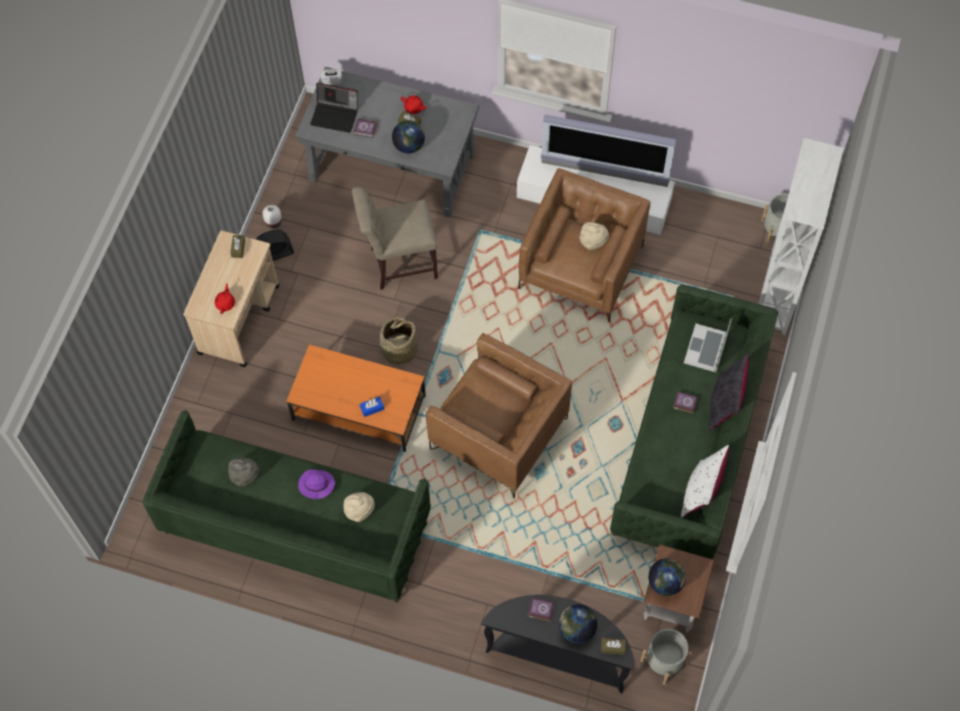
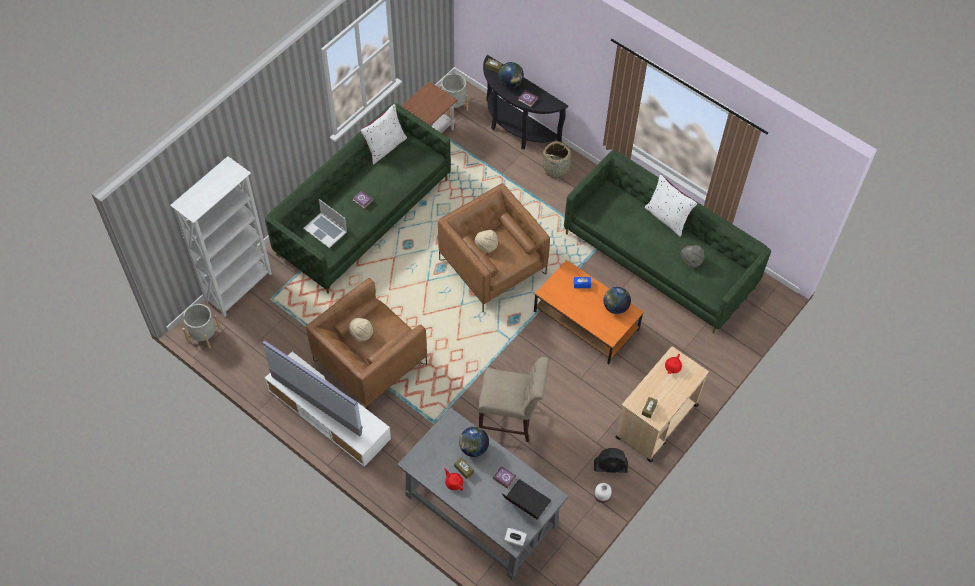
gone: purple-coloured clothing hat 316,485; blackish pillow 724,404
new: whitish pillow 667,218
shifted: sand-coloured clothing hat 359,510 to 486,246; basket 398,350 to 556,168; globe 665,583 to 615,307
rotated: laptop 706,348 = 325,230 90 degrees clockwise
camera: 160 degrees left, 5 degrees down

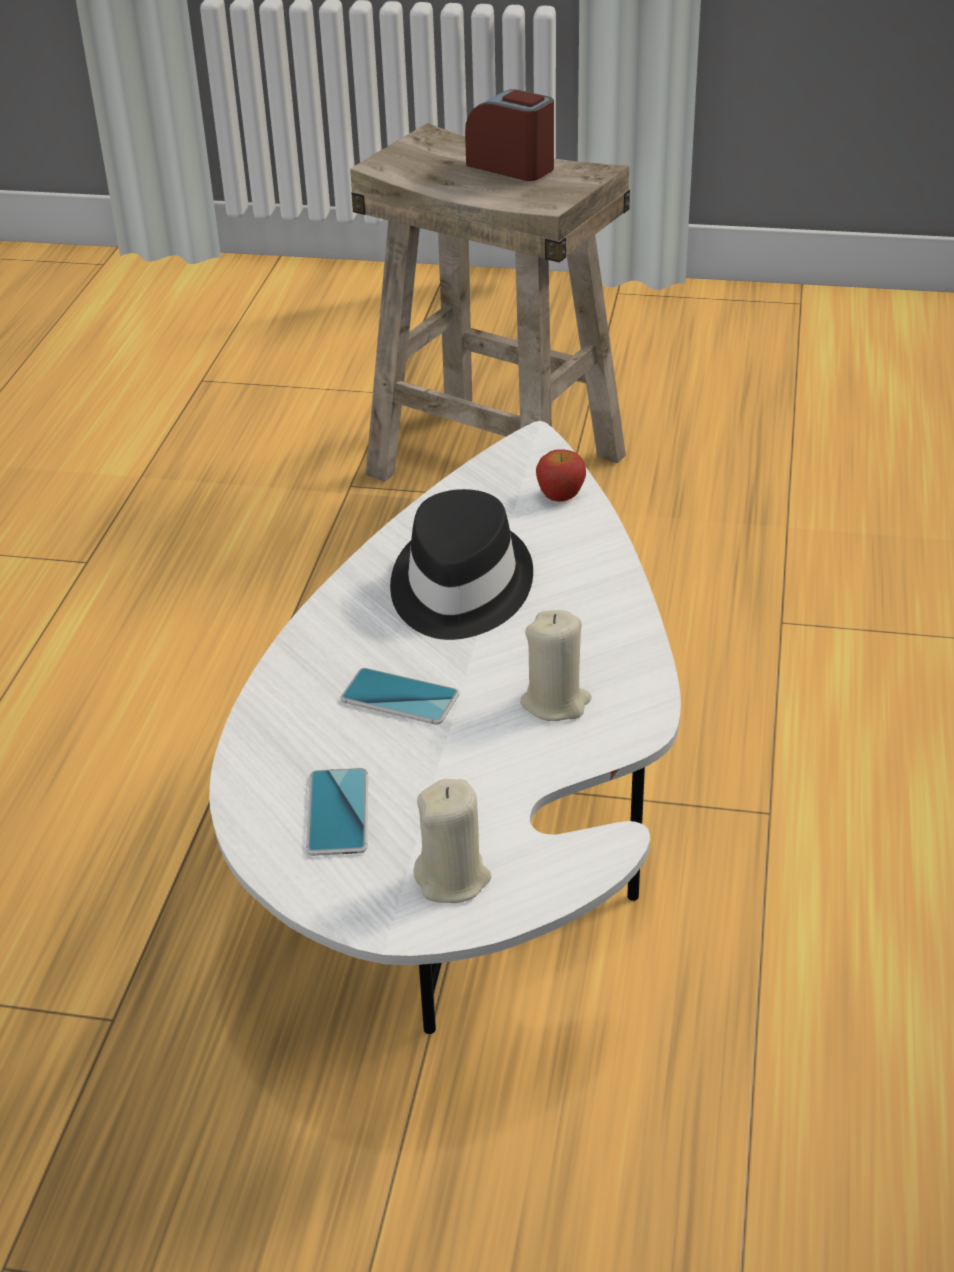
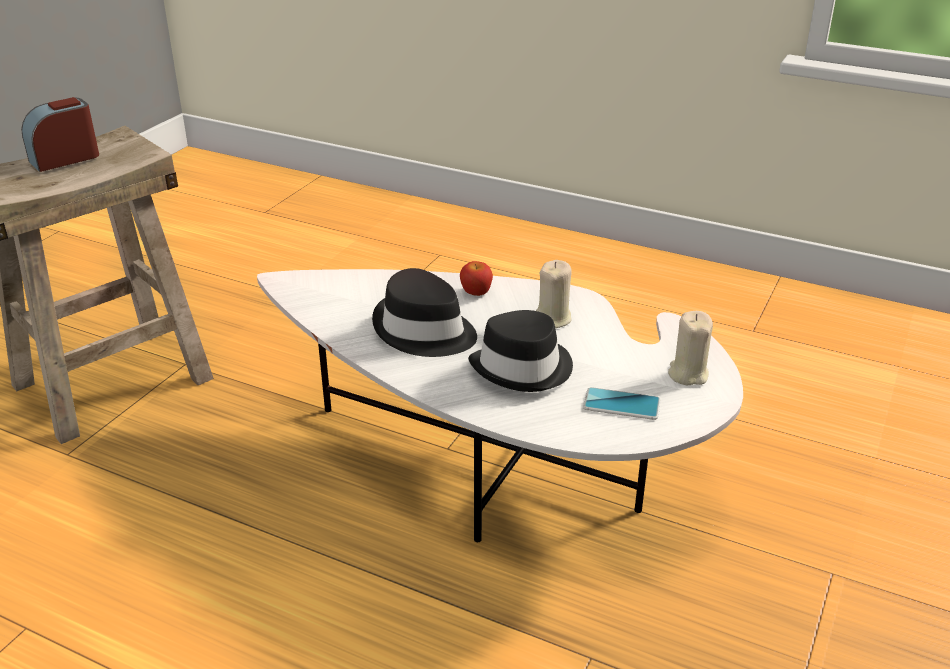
shifted: apple 560,495 to 476,292
swapped: handset 399,698 to blackish clothing hat 523,368
camera: 75 degrees left, 5 degrees down

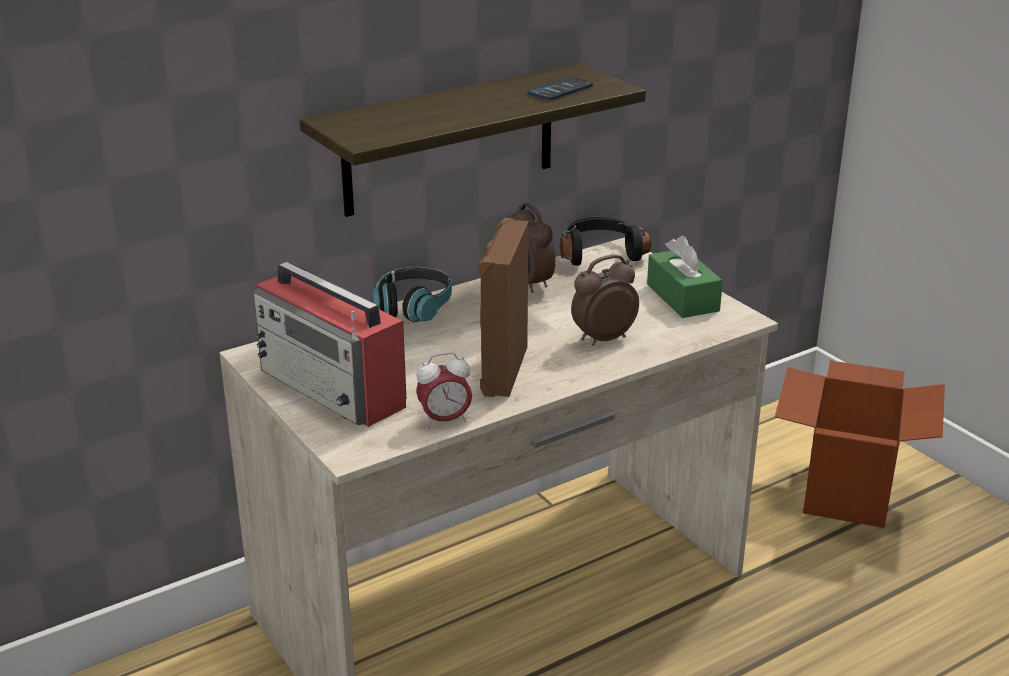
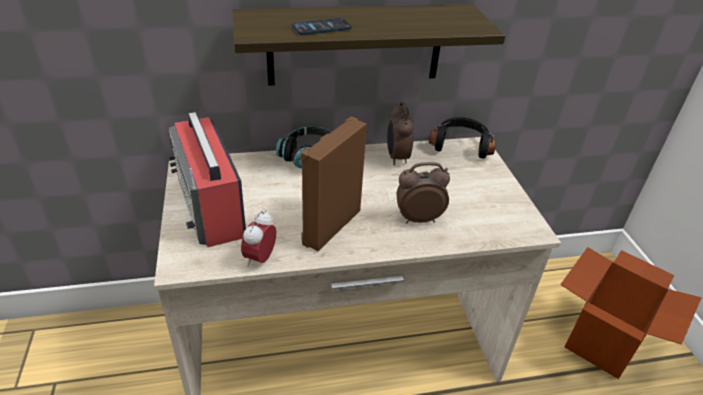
gone: green tissue holder 682,298
shifted: handset 560,90 to 321,28
rotated: bedside clock 444,420 = 260,258 105 degrees clockwise
camera: 20 degrees right, 10 degrees up

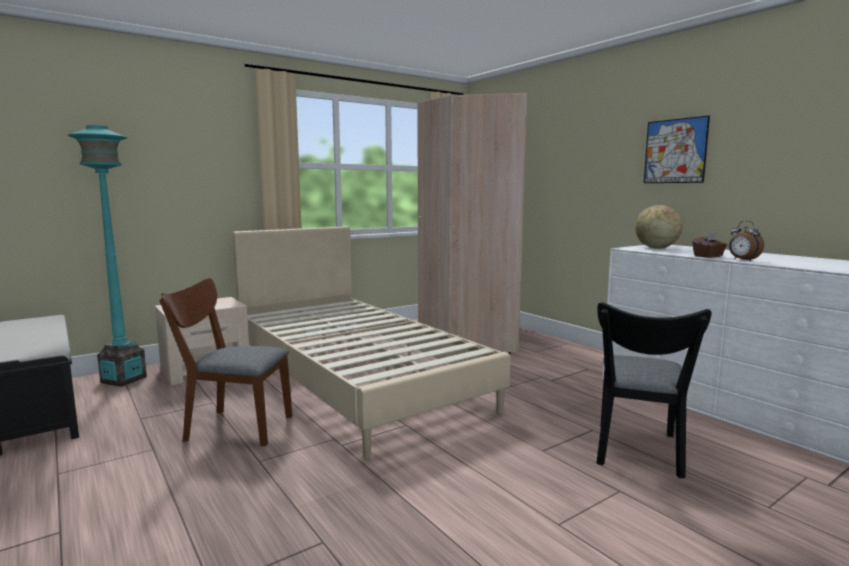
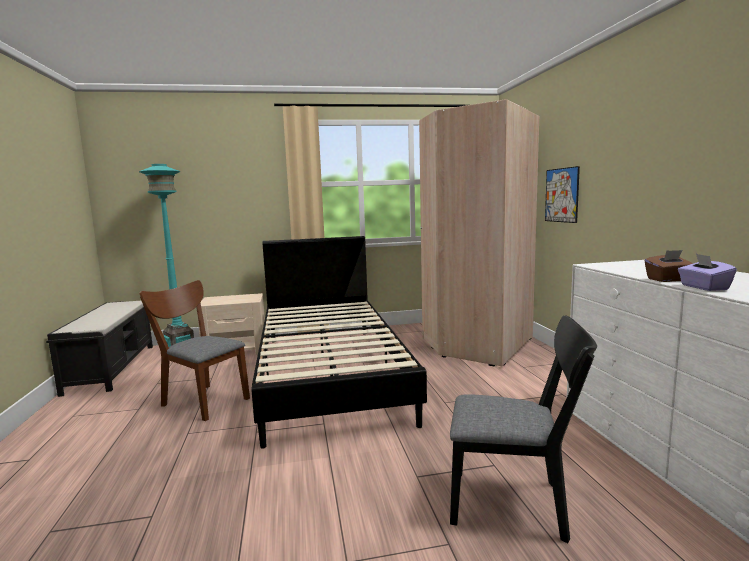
gone: globe 656,248
shifted: wall art 675,151 to 561,195
swapped: bedside clock 743,260 to purple-coloured tissue holder 703,287
repainted: sand-coloured bedroom bed 354,379 to blackish bedroom bed 328,373
rotated: blackish chair 637,453 = 517,504 120 degrees counterclockwise
camera: 25 degrees right, 0 degrees up

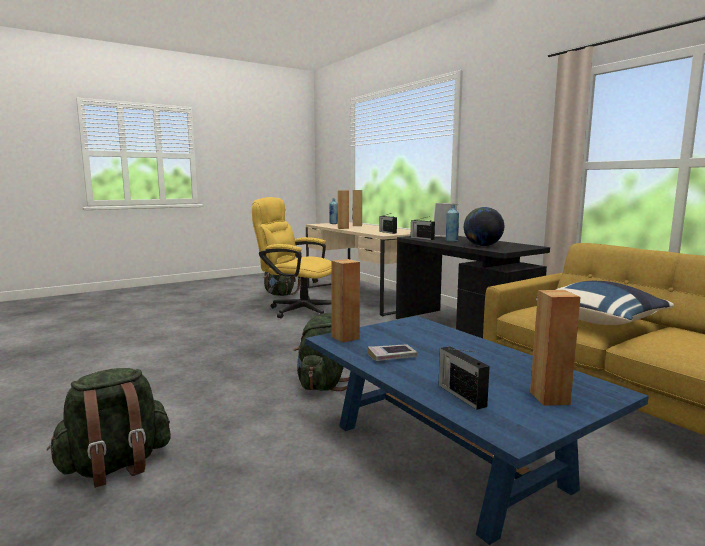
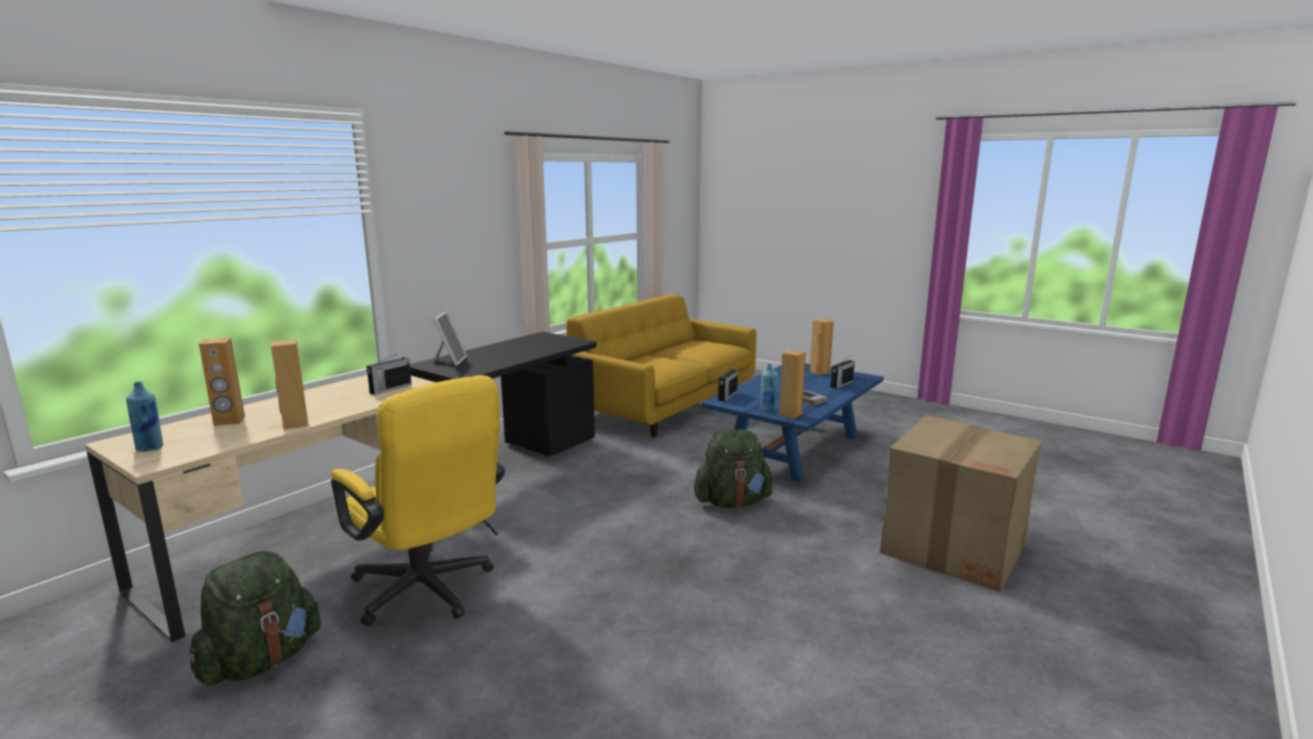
gone: globe 482,246; blue-coloured pillow 602,321
shifted: radio 421,238 to 727,396; blue-coloured bottle 451,241 to 768,409
swapped: green knapsack 116,466 to carton 954,547
rotated: yellowish desk chair 297,310 = 428,593 45 degrees counterclockwise
camera: 110 degrees left, 5 degrees up

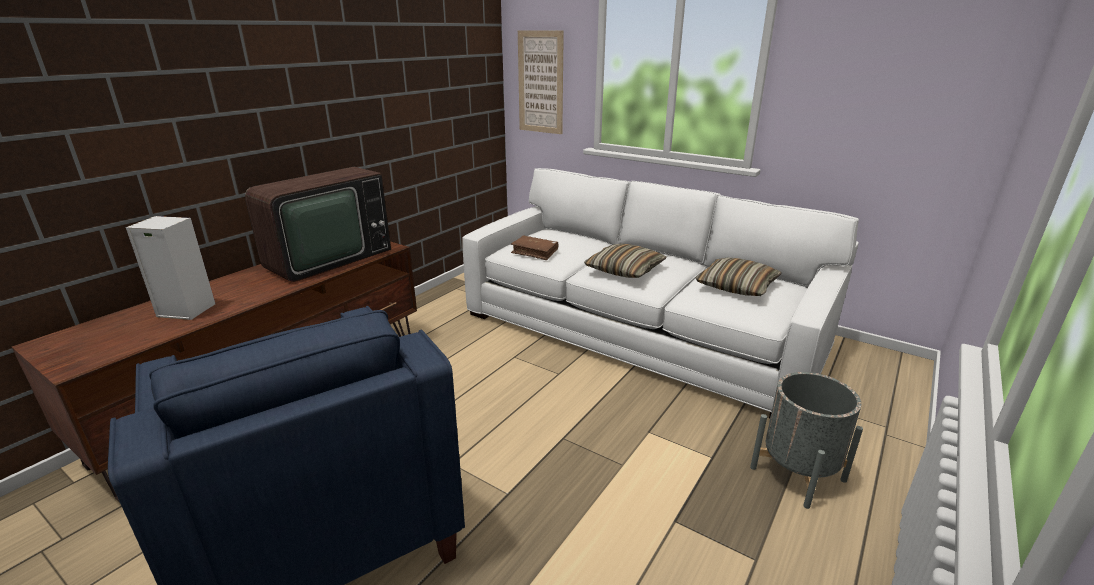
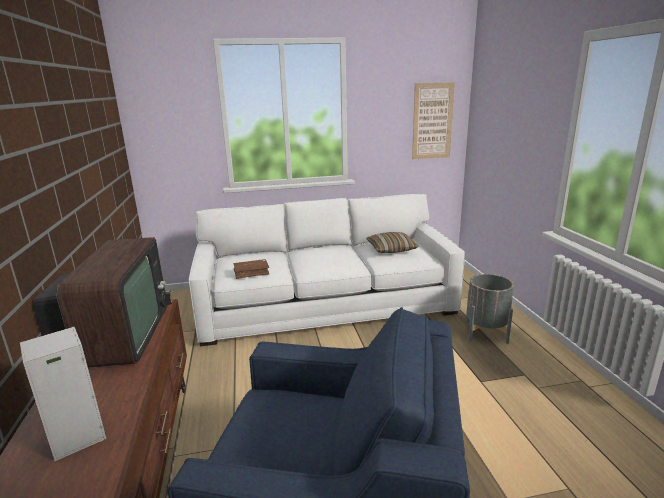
gone: pillow 625,270
shifted: wall art 540,82 to 432,121
camera: 45 degrees left, 5 degrees down

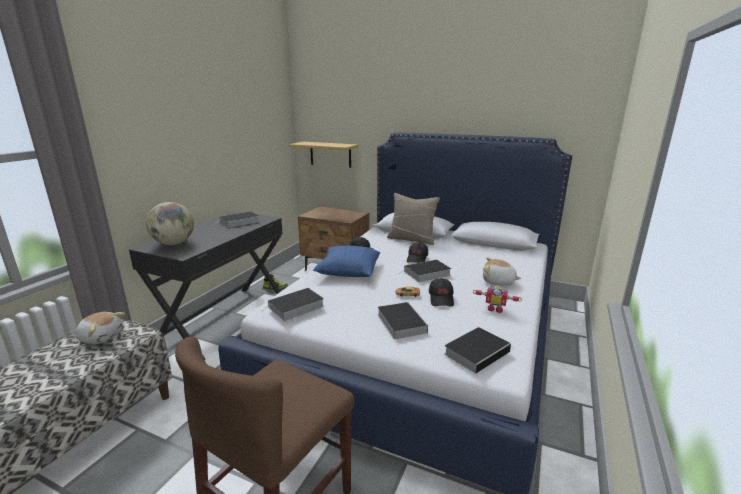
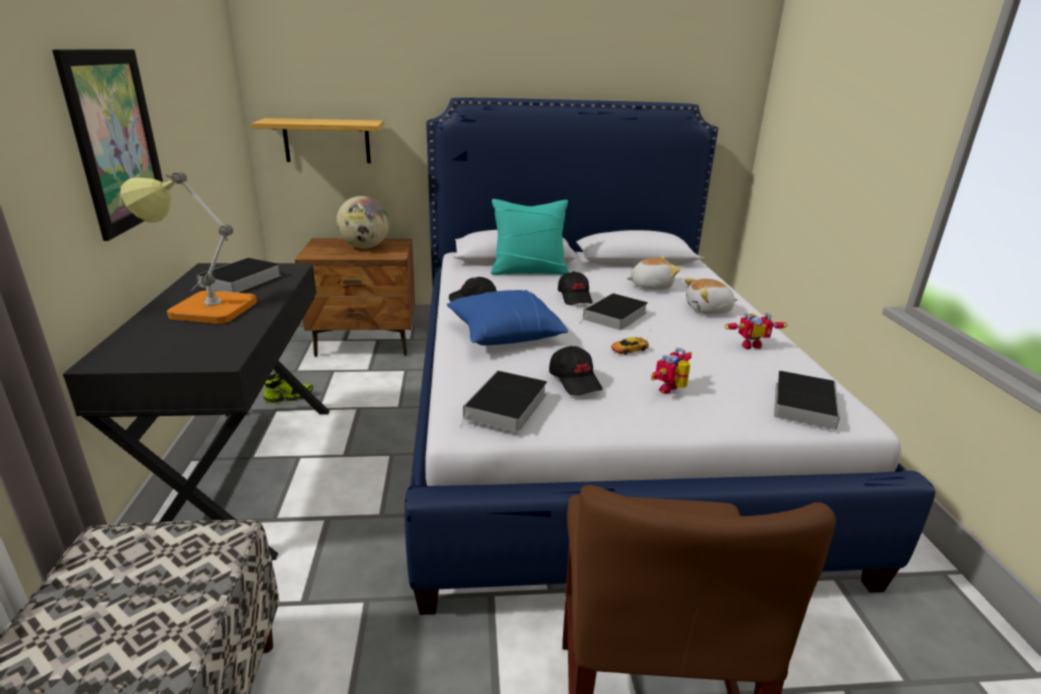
new: wall art 116,141; tabletop lamp 203,308
shifted: plush toy 101,337 to 650,286; globe 174,243 to 365,247; blackish peaked cap 441,299 to 575,381
swapped: book 400,322 to model robot 672,390
repainted: sand-coloured pillow 412,239 to turquoise pillow 529,271
camera: 30 degrees left, 5 degrees up

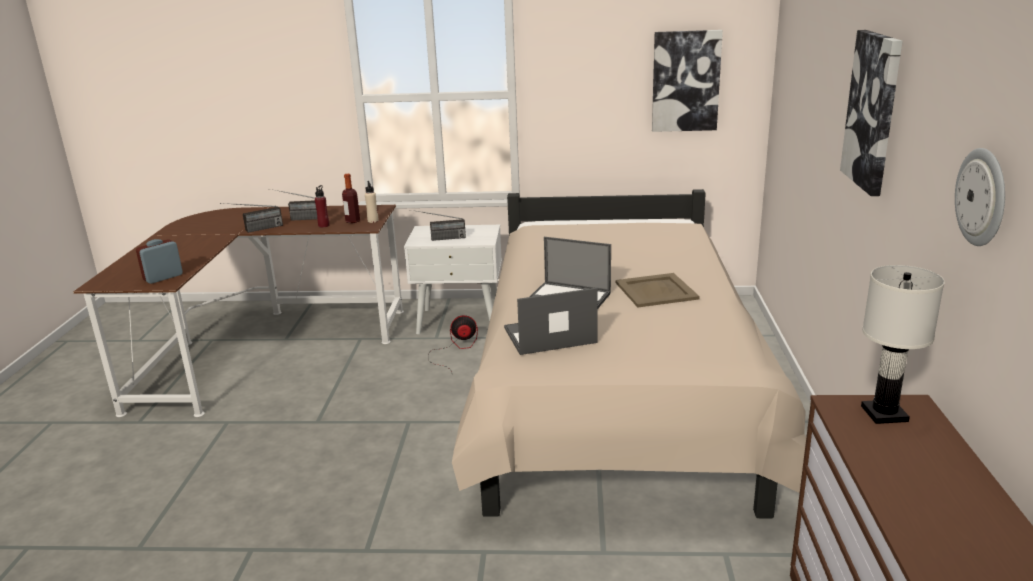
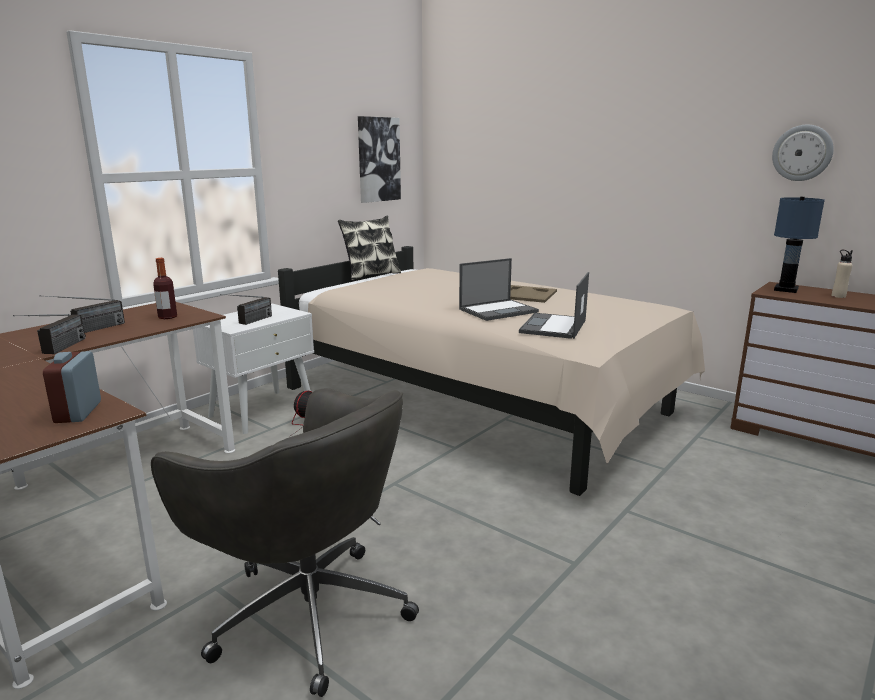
gone: red bottle 324,225; wall art 873,111
new: gray desk chair 306,610; pillow 371,275
shifted: sand-coloured bottle 373,221 to 838,296
repainted: whitish tabletop lamp 884,413 to blue-coloured tabletop lamp 785,289
camera: 55 degrees left, 5 degrees down

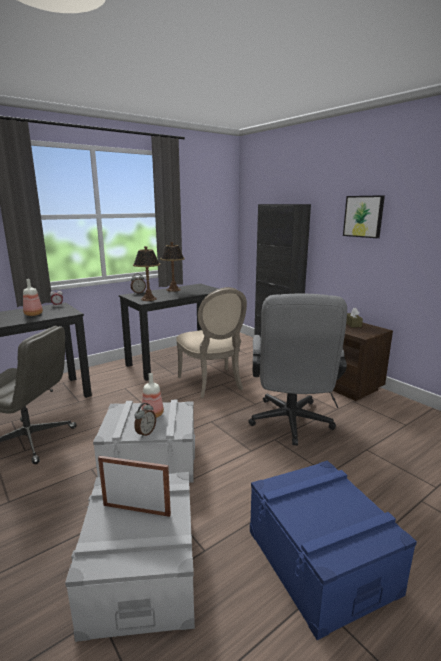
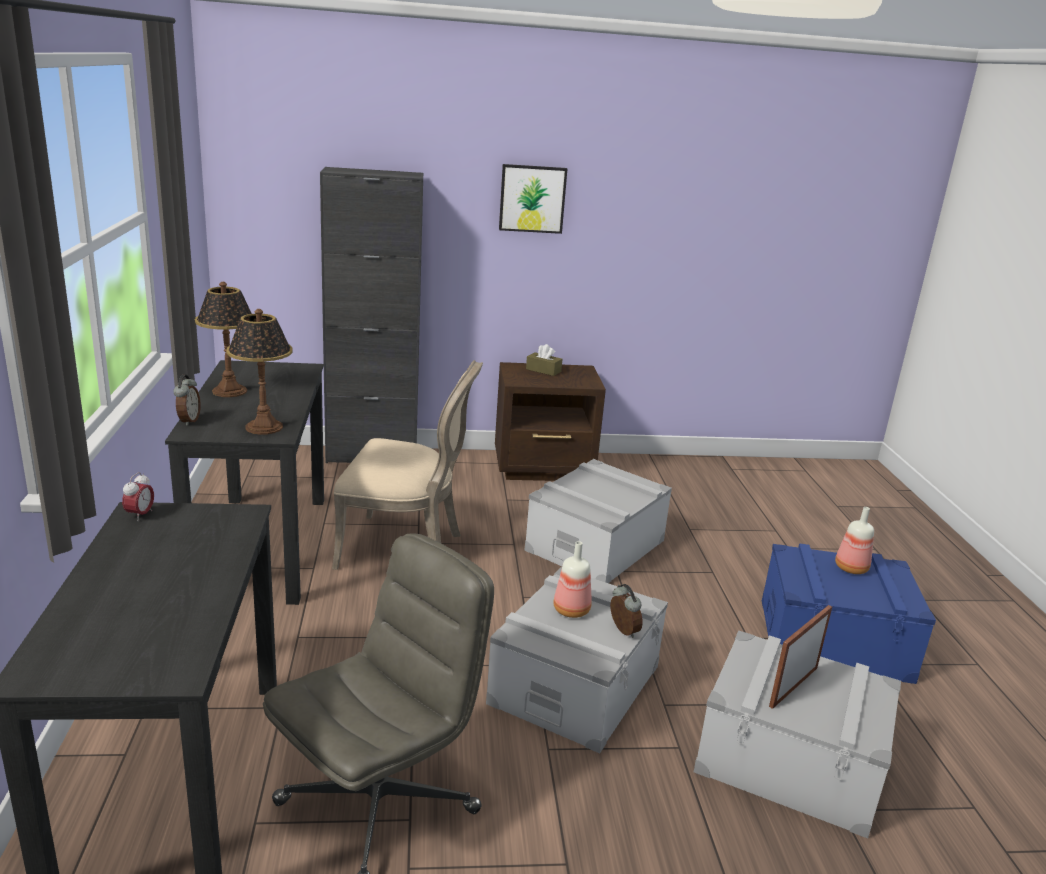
shifted: bottle 33,314 to 850,568
swapped: gray desk chair 291,425 to gray storage bin 595,545
camera: 60 degrees left, 5 degrees up

